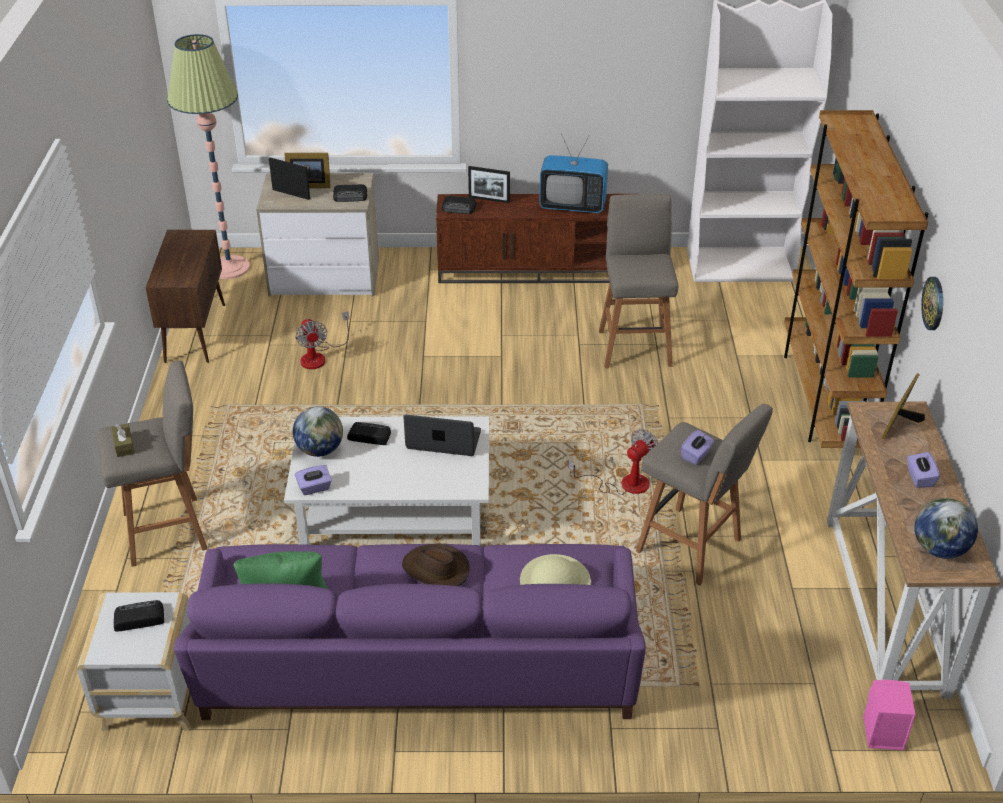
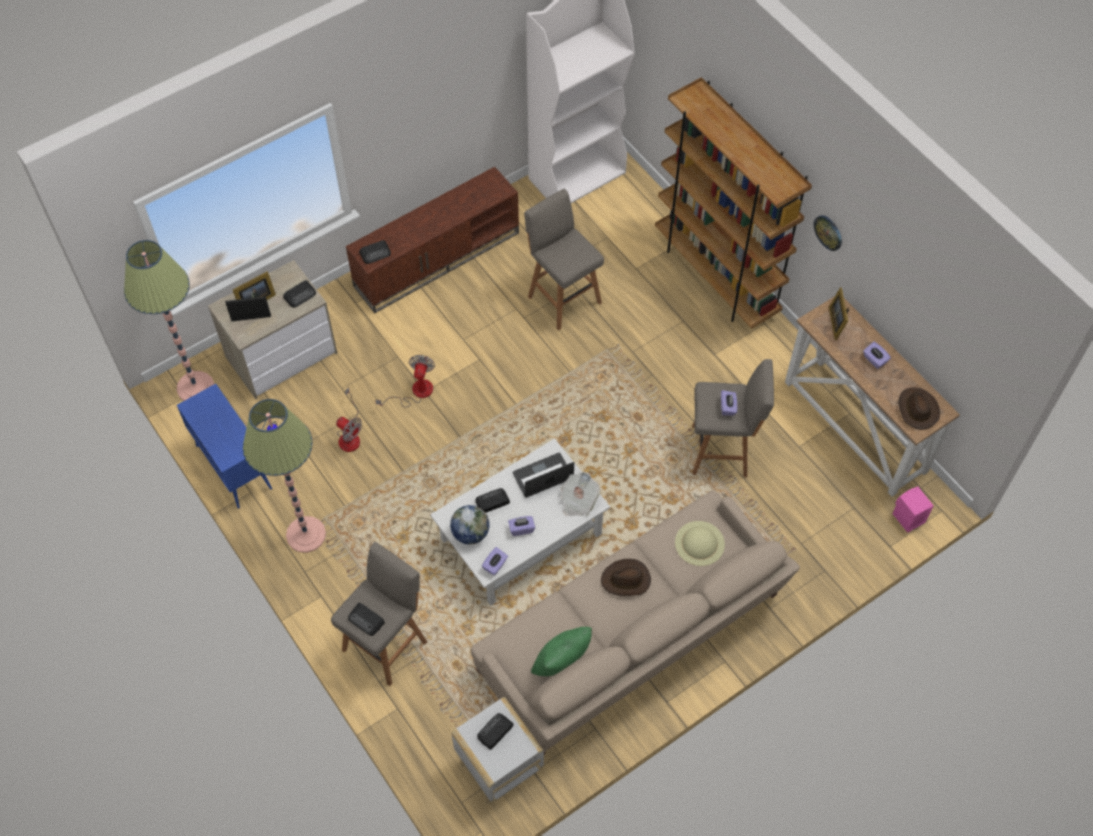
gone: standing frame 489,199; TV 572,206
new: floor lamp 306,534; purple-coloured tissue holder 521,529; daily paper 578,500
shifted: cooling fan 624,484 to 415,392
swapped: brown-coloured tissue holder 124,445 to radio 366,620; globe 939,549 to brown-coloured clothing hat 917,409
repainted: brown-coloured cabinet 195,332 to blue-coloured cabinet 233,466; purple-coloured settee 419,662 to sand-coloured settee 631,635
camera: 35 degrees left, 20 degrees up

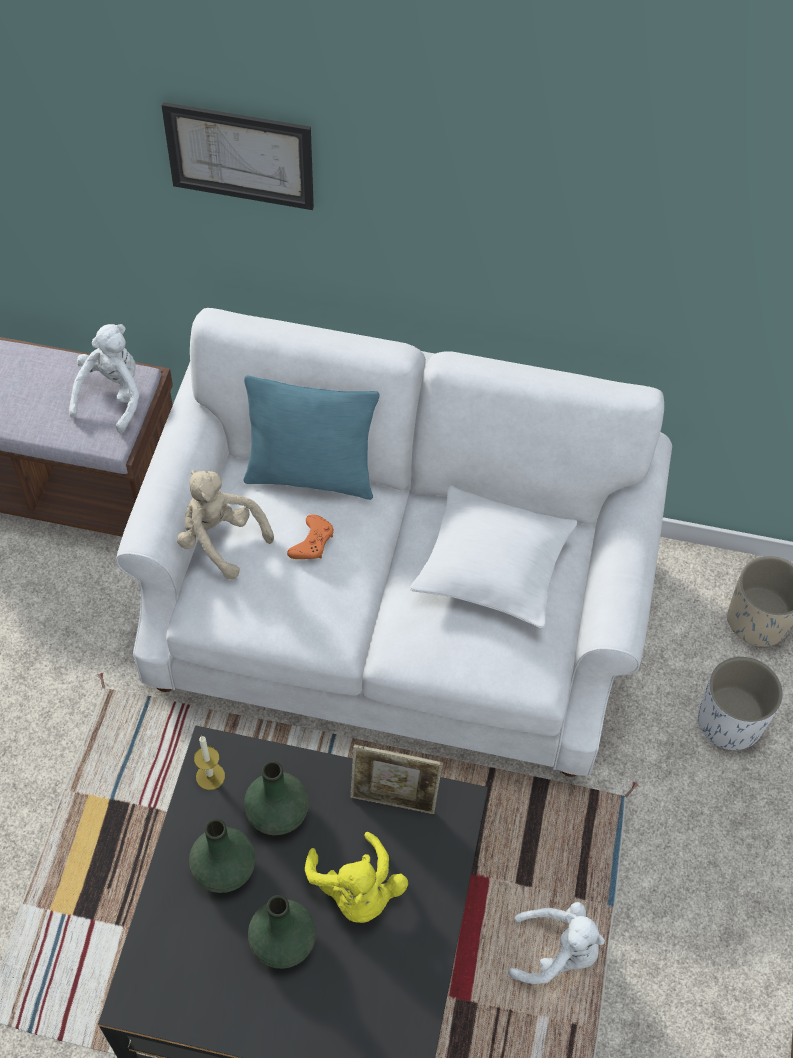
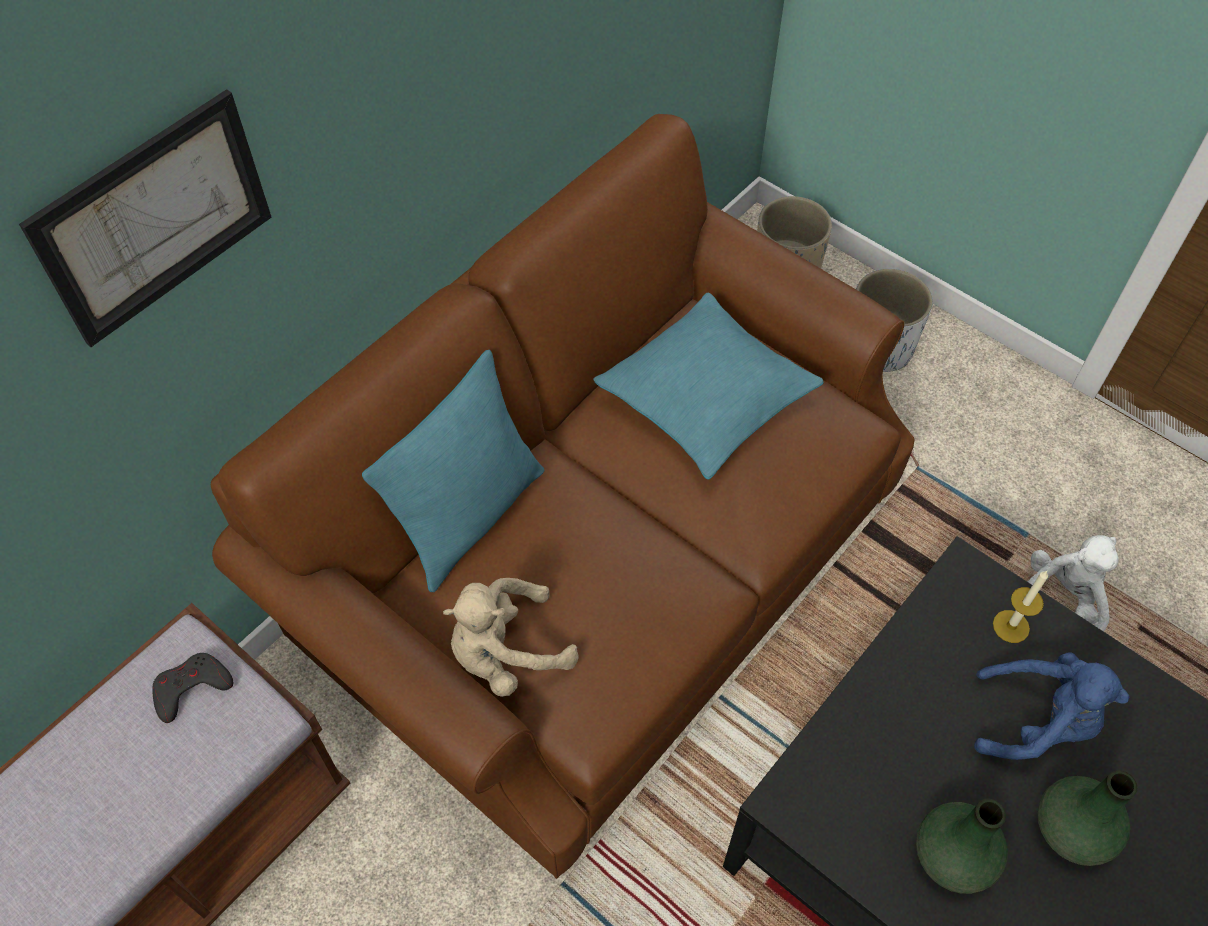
gone: green flower vase 277,811; orange-coloured gamepad 312,542; standing frame 394,801
shifted: wax light 210,776 to 1011,626
swapped: whitish plush toy 112,396 to gray gamepad 191,688
repainted: whitish settee 395,613 to brown-coloured settee 602,565; yellowish plush toy 357,891 to blue-coloured plush toy 1036,721; whitish pillow 493,566 to turquoise pillow 706,396
camera: 60 degrees left, 0 degrees up

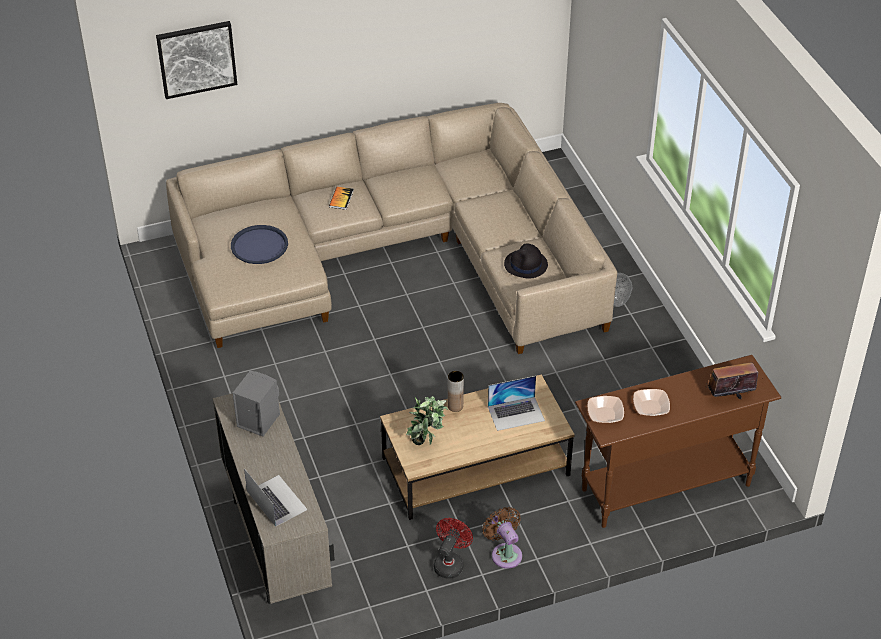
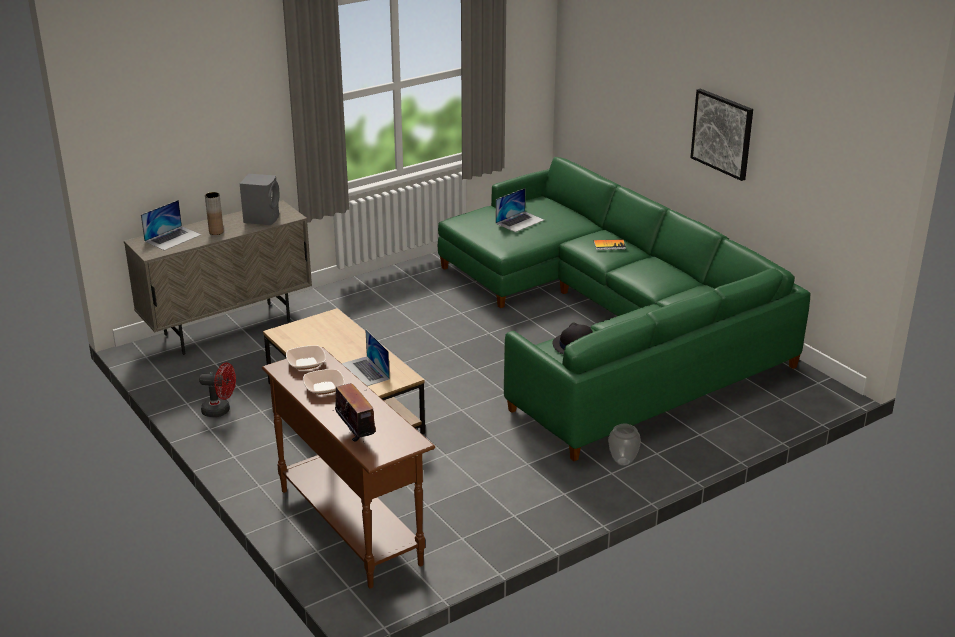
gone: houseplant 426,443; brown-coloured cooling fan 505,553
shifted: wall art 196,59 to 722,133; brown-coloured flower vase 455,406 to 216,232
swapped: blue-coloured tray 259,245 to laptop 520,221
repainted: sand-coloured settee 394,257 to green settee 608,326
camera: 75 degrees right, 15 degrees down

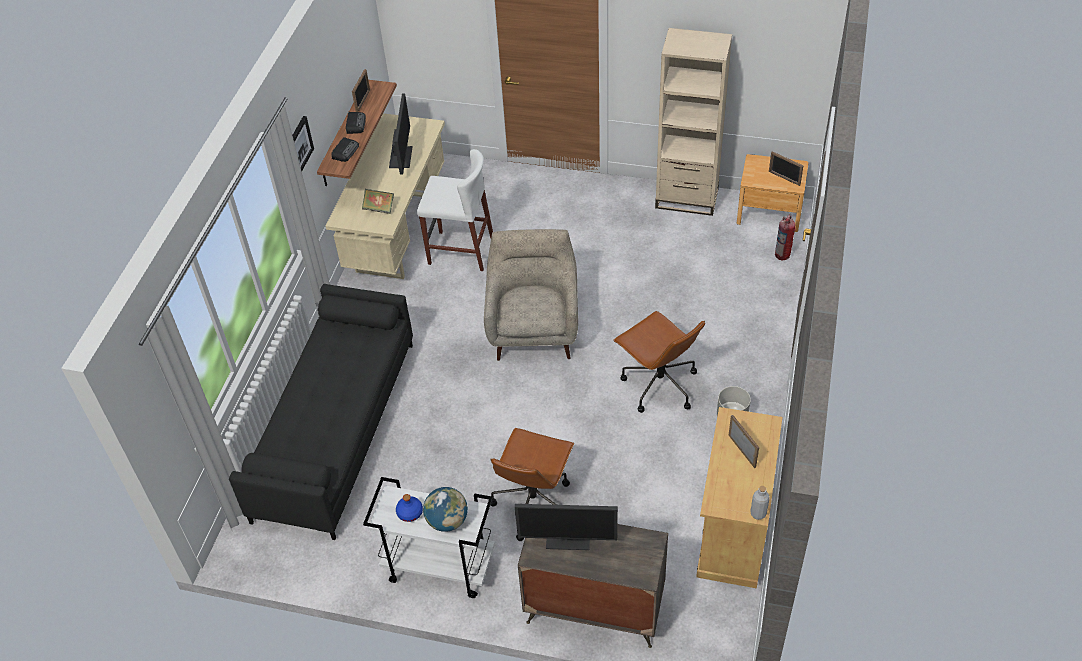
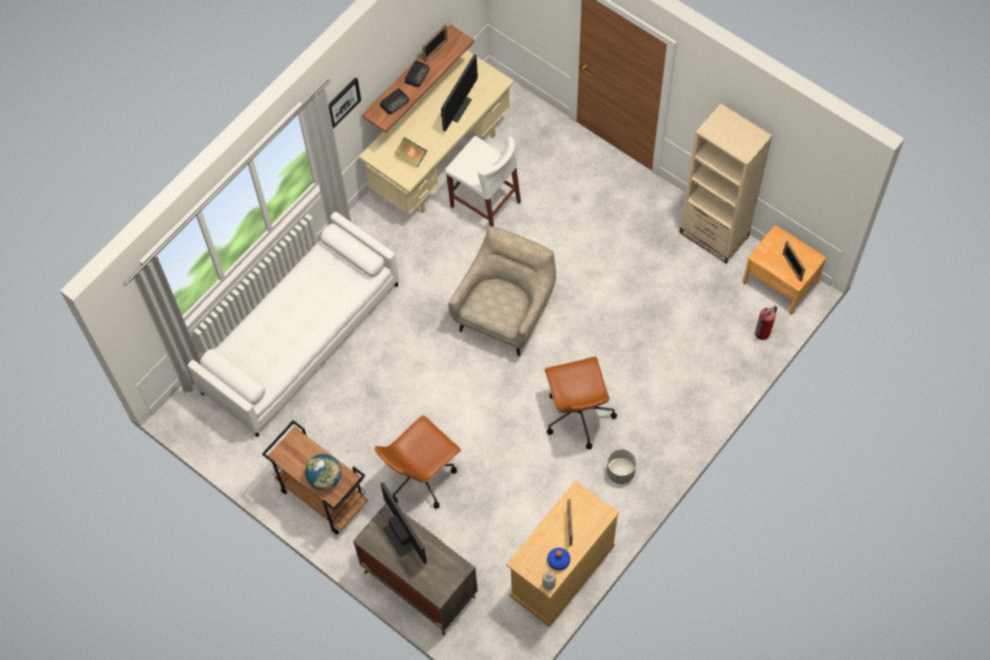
shifted: blue-coloured bottle 410,512 to 558,560
repainted: blackish settee 335,429 to whitish settee 301,338; whitish wheeled cart 438,567 to brown-coloured wheeled cart 322,496
rotated: computer screen 568,538 = 400,536 150 degrees counterclockwise
camera: 25 degrees right, 15 degrees up

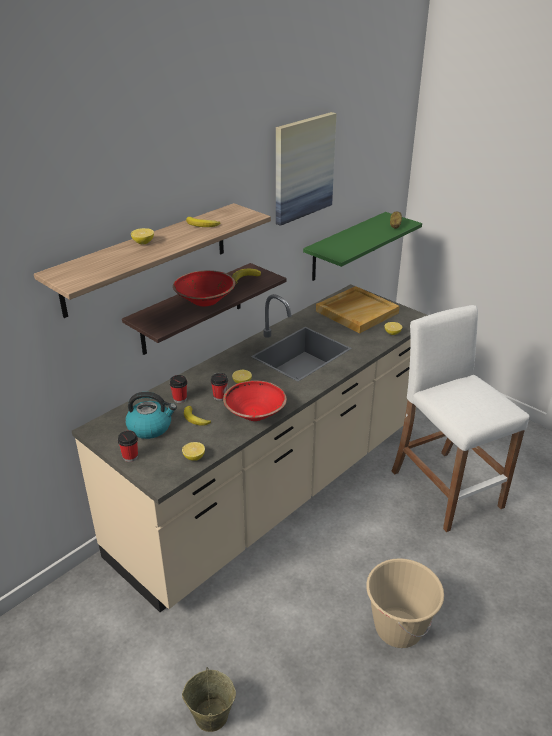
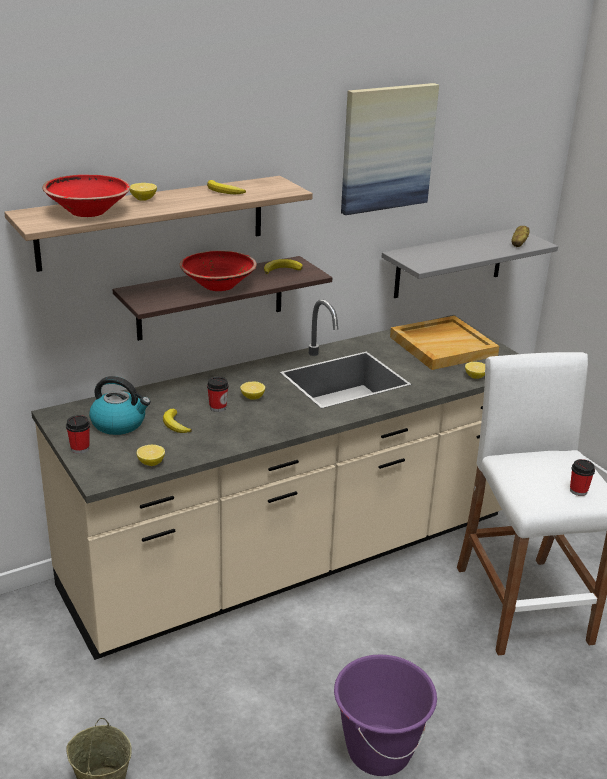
shifted: small cup 180,399 to 578,491; red deep dish 254,413 to 88,212
repainted: green bracket shelf 345,246 to gray bracket shelf 449,263; sand-coloured water bucket 398,628 to purple-coloured water bucket 378,751
camera: 15 degrees right, 5 degrees down

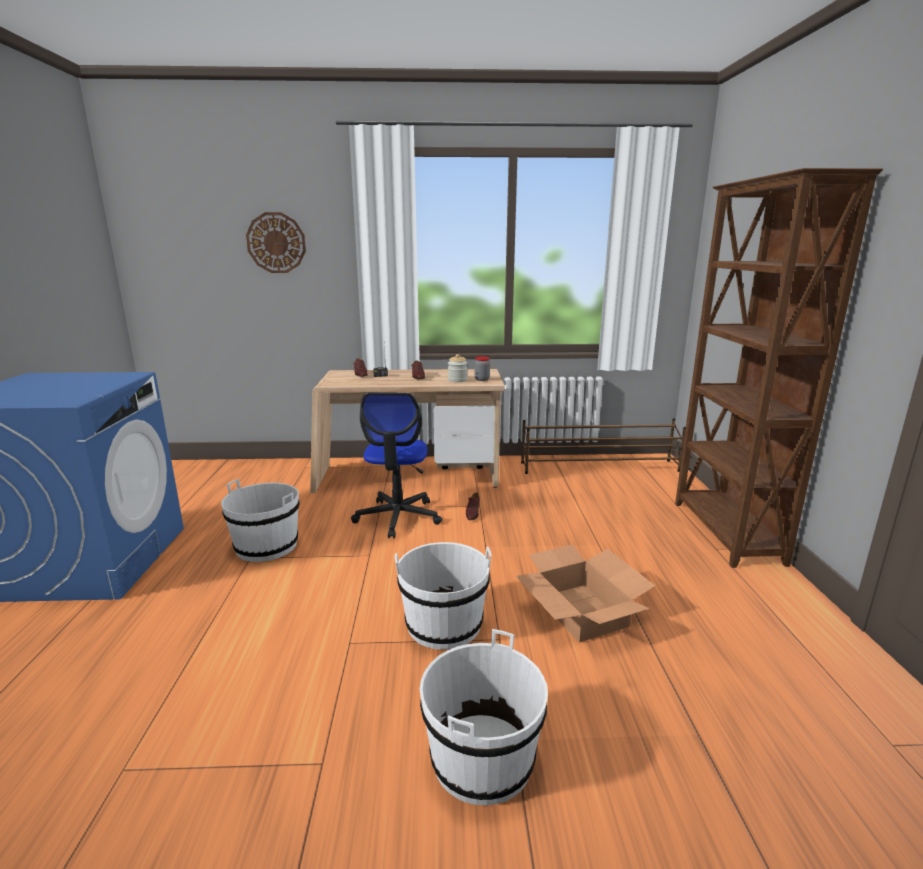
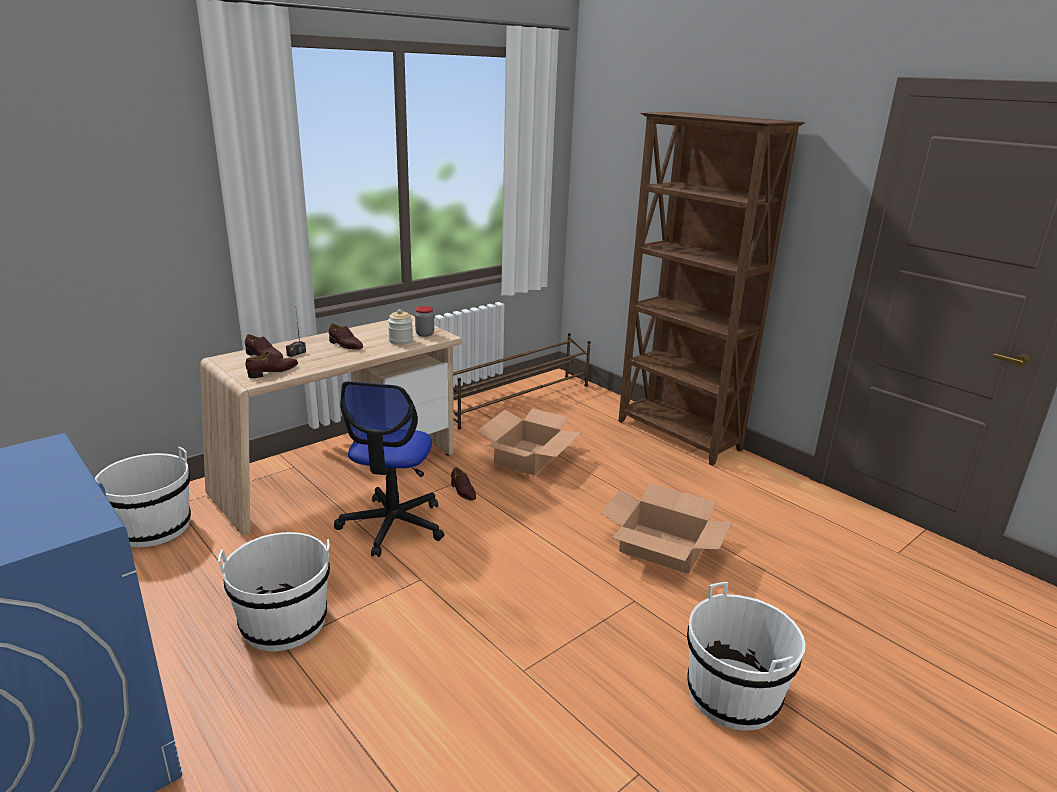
gone: wall clock 276,243
new: brown-coloured item of footwear 273,371; carton 528,457
shifted: whitish water bucket 444,625 to 153,528
rotated: desk chair 398,517 = 392,525 45 degrees clockwise
camera: 40 degrees left, 5 degrees up

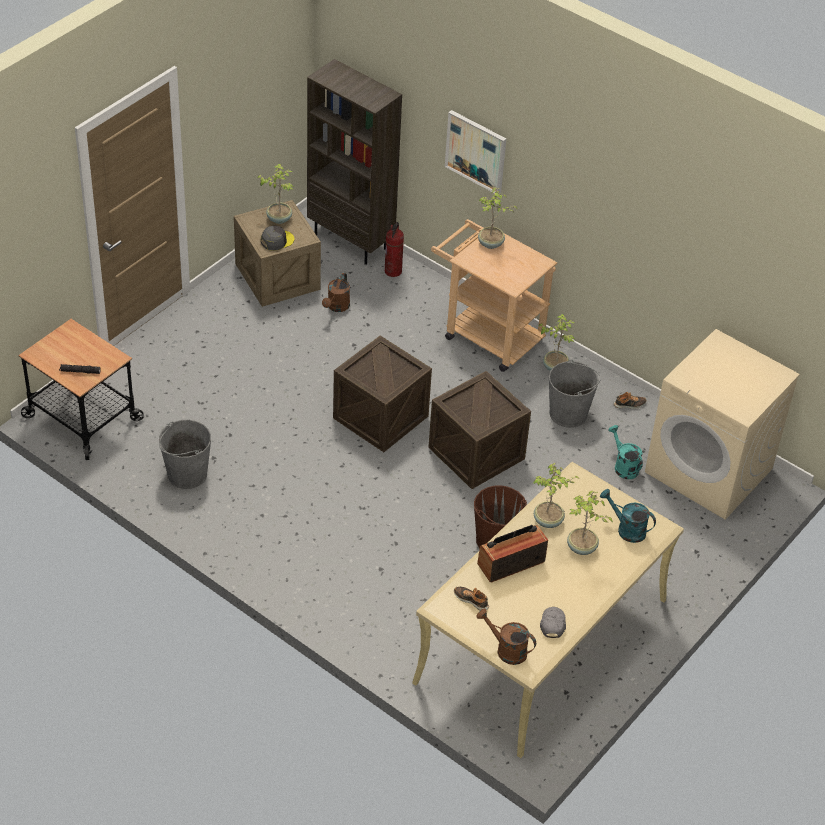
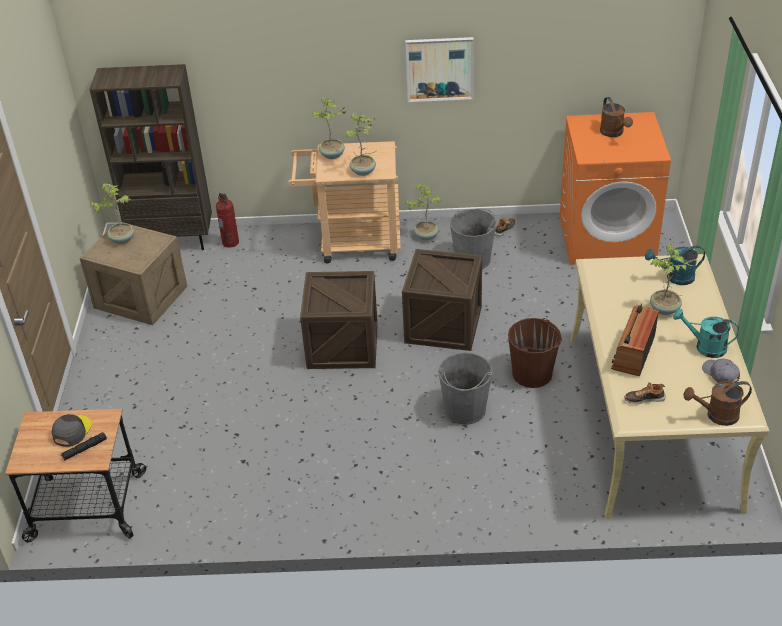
shifted: gray water bucket 187,474 to 465,410; gray peaked cap 277,240 to 72,431; brown-coloured watering can 337,307 to 614,133; wall art 476,151 to 439,69; houseplant 548,521 to 363,171; turquoise watering can 623,466 to 705,347
repainted: sand-coloured laundry appliance 709,470 to orange-coloured laundry appliance 607,237
camera: 35 degrees left, 5 degrees down

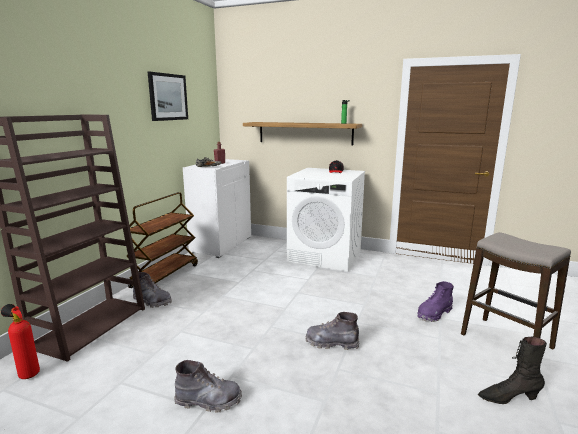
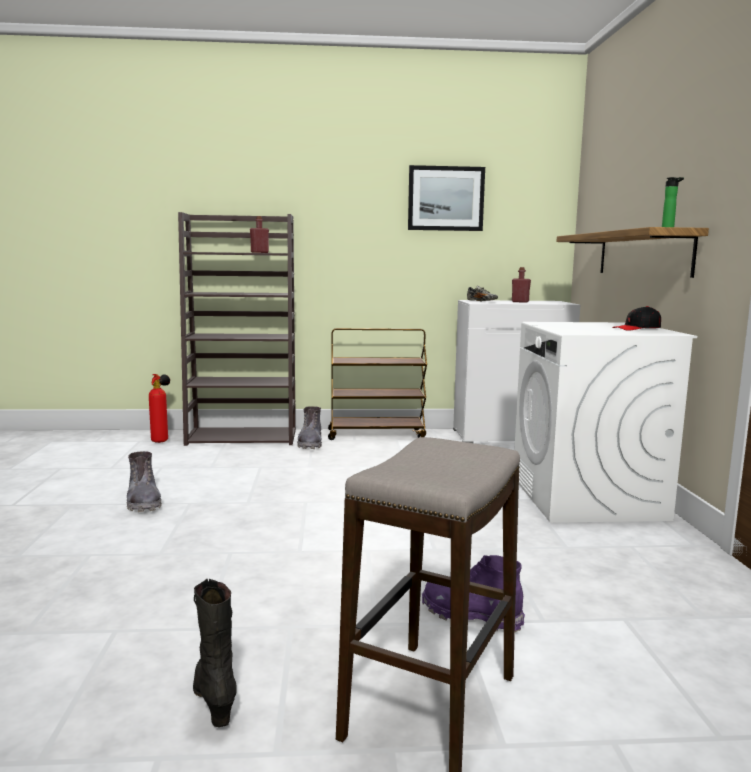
gone: gray boot 331,343
new: red bottle 259,252
camera: 65 degrees right, 5 degrees down

